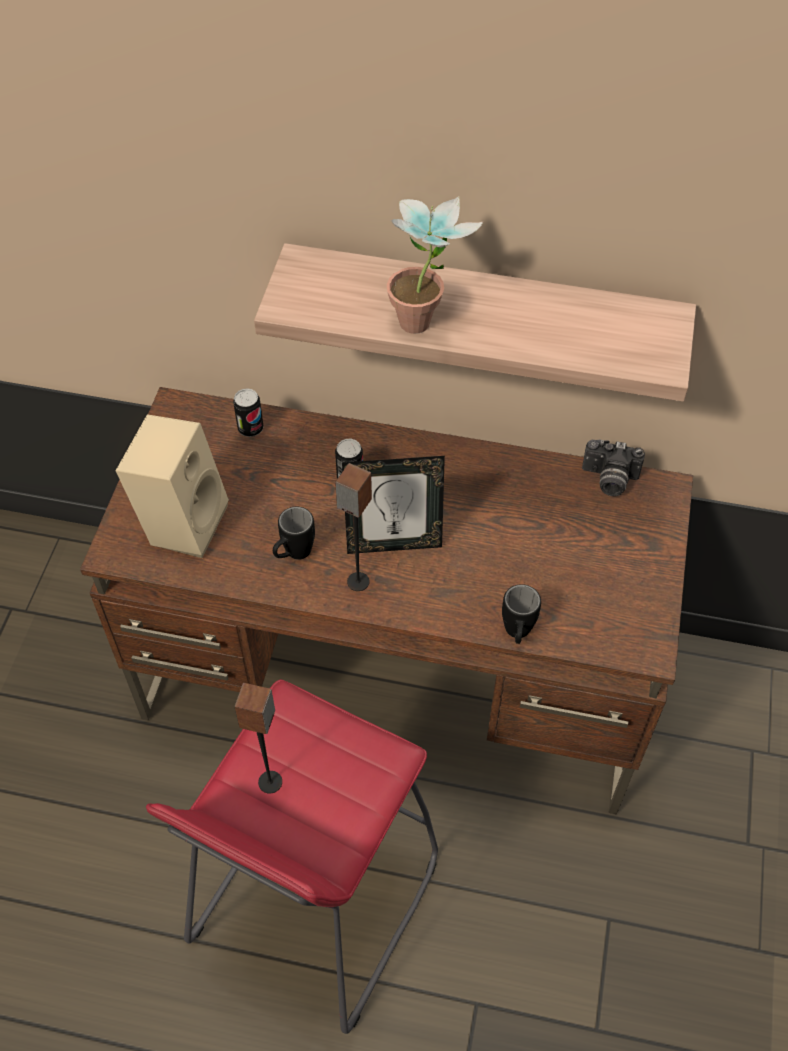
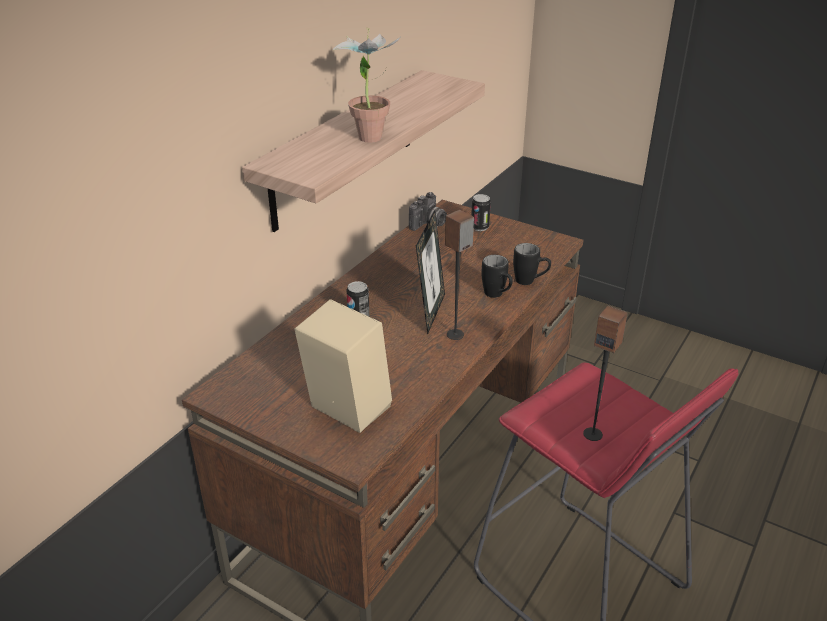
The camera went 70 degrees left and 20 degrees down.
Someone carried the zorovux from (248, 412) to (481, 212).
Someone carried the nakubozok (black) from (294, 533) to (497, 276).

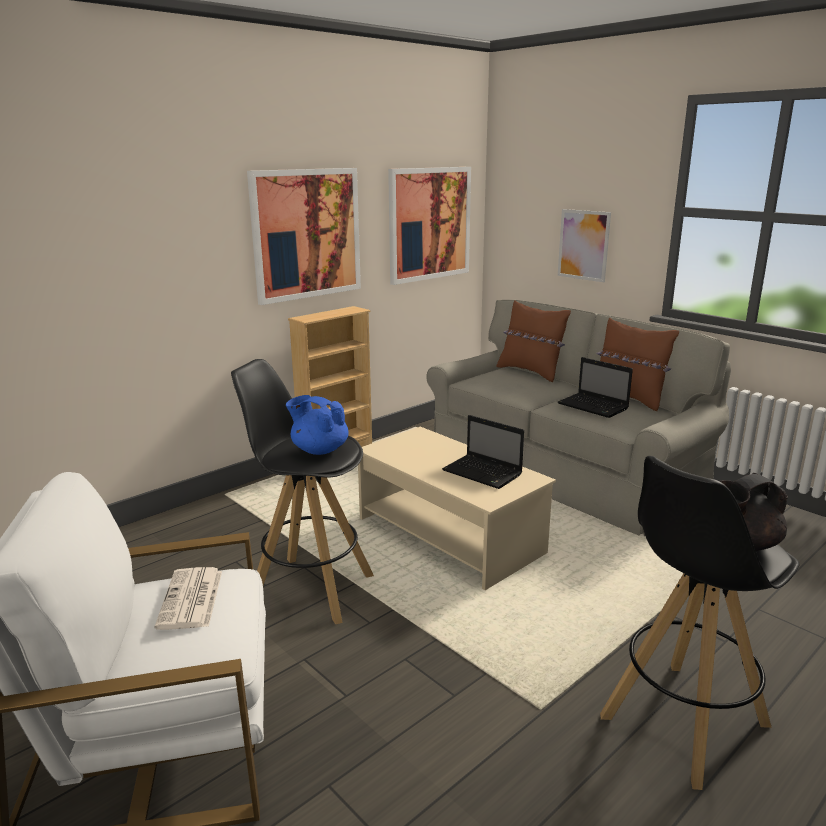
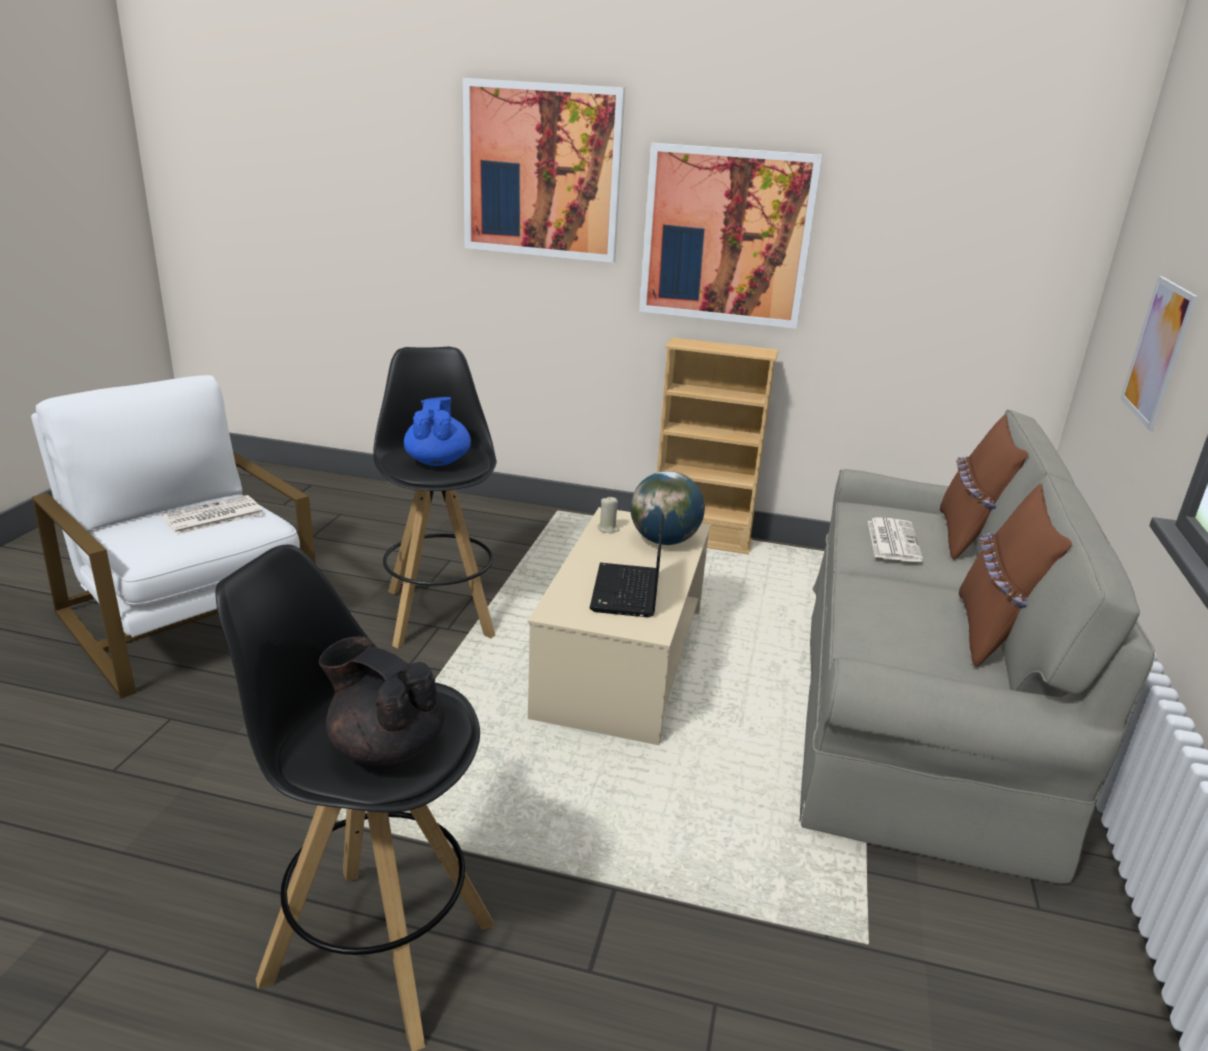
The camera went 55 degrees right and 5 degrees up.
Someone carried the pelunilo from (429, 226) to (544, 170).
Someone took away the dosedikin at (595, 387).
Someone put down the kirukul at (667, 508).
Someone put down the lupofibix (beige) at (608, 515).
Someone put down the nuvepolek at (895, 539).

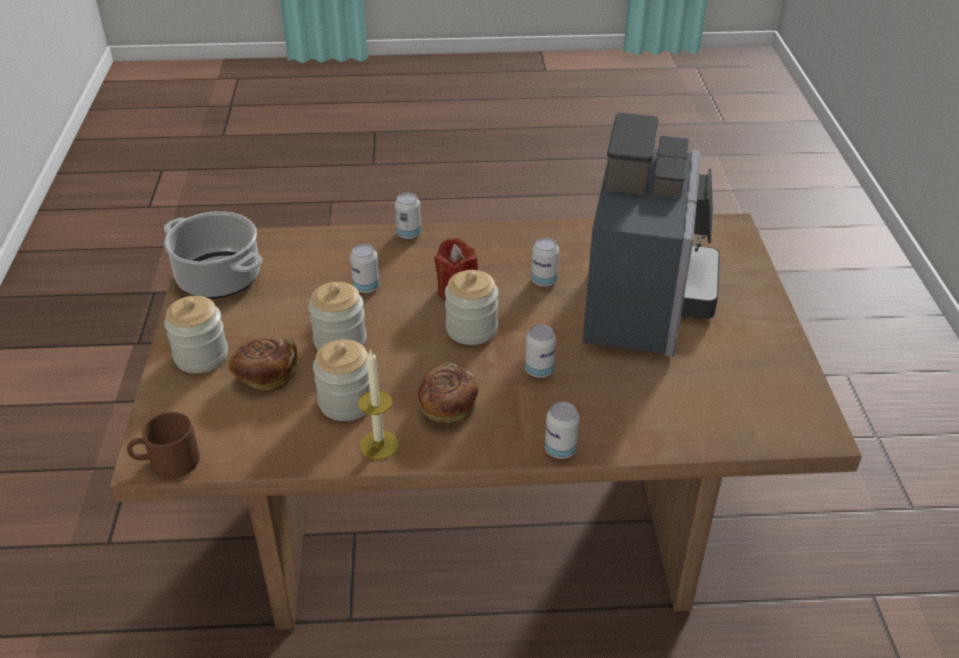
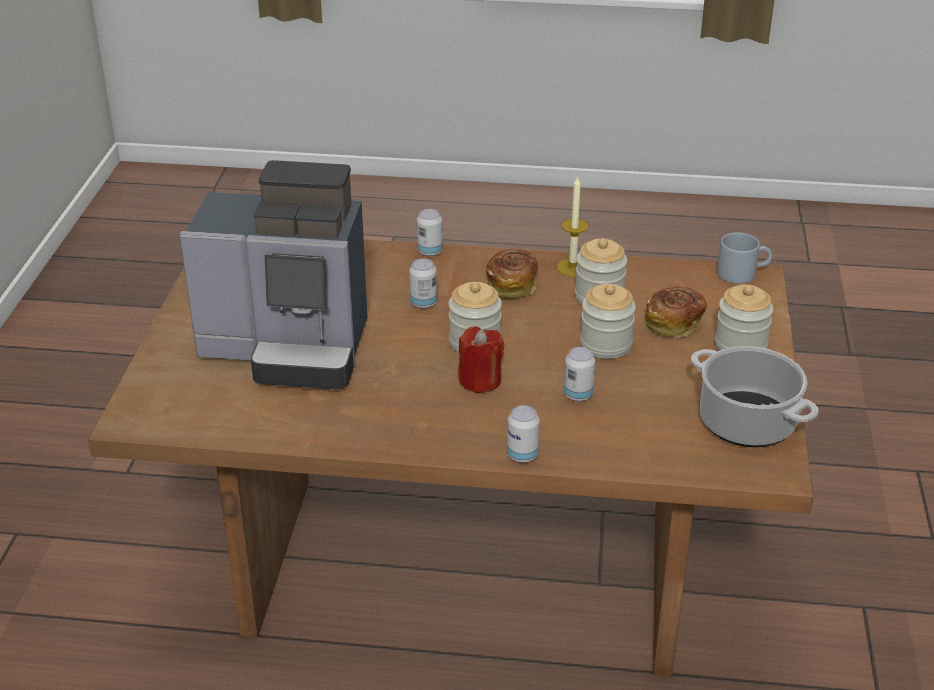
The camera went 170 degrees left and 5 degrees down.
Someone rotated the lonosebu at (651, 235) by 105 degrees counterclockwise.
Someone took away the zorovux at (545, 262).
Someone repainted the nakubozok (brown) at (163, 445), which became the nakubozok (grey) at (744, 258).

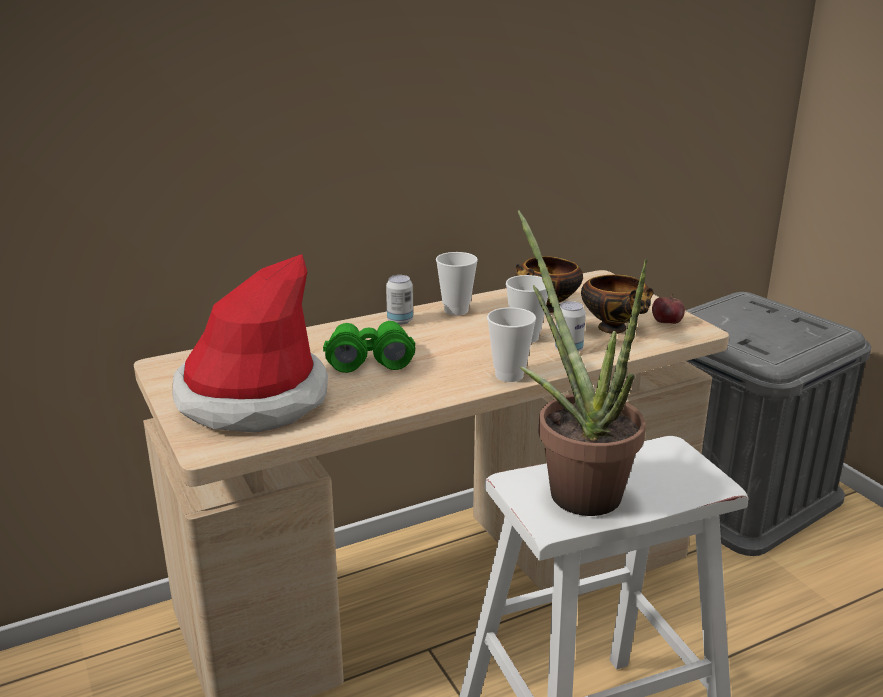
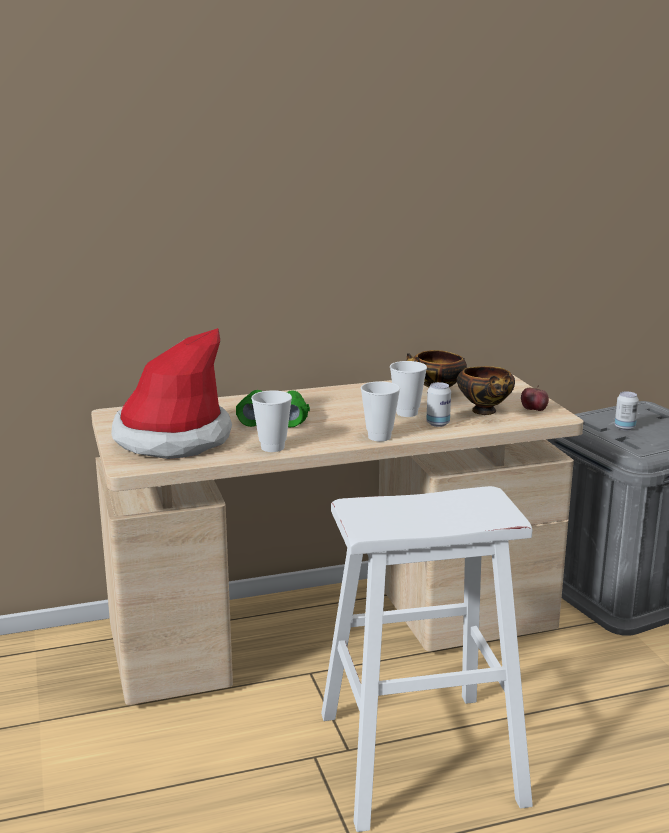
The camera went 10 degrees right and 5 degrees down.
Someone took away the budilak at (583, 363).
Someone carried the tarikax from (457, 284) to (271, 421).
Someone carried the zorovux from (399, 300) to (627, 410).

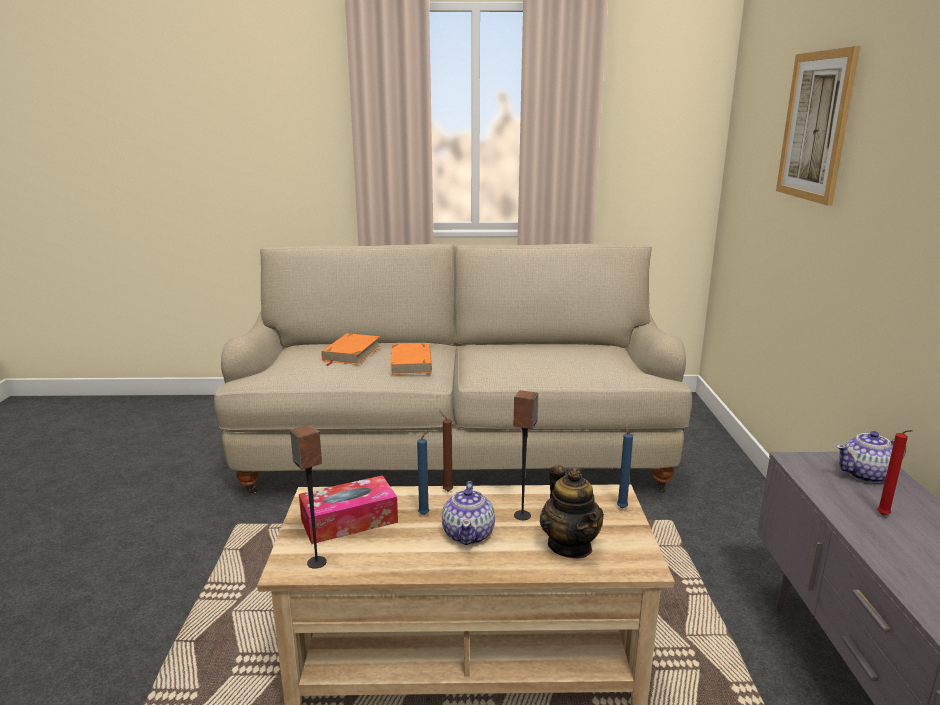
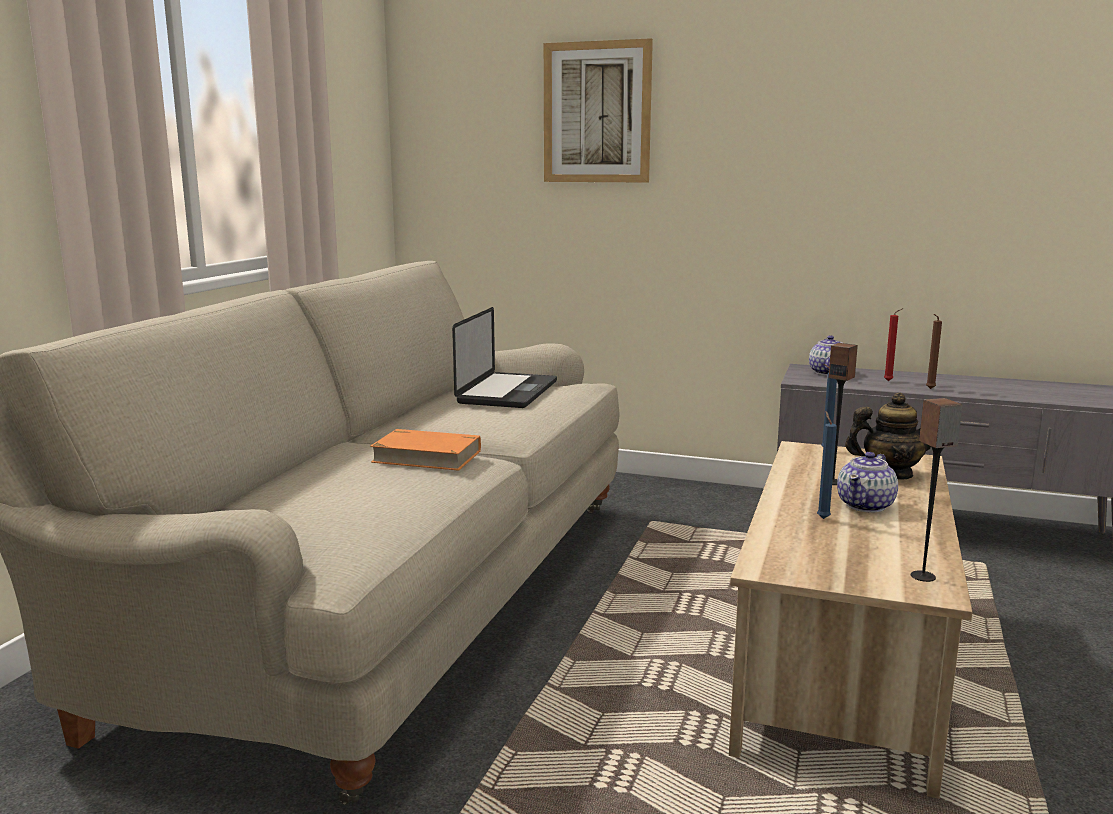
The camera went 70 degrees left and 5 degrees down.
Someone took away the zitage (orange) at (350, 349).
Someone carried the lupofibix (brown) from (446, 450) to (934, 351).
Someone took away the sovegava at (348, 509).
Someone rotated the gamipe at (468, 513) by 105 degrees clockwise.
Someone put down the dosedikin at (504, 357).

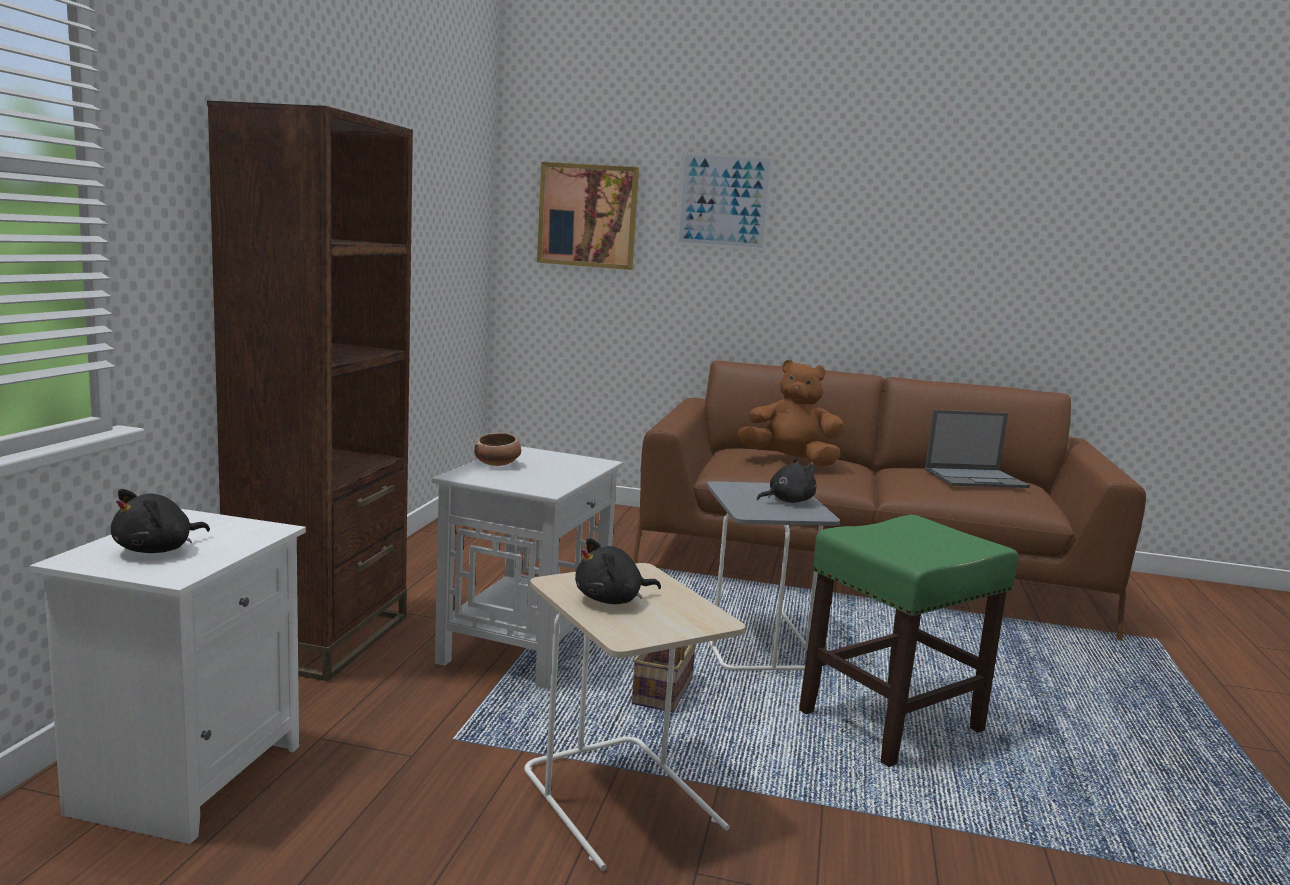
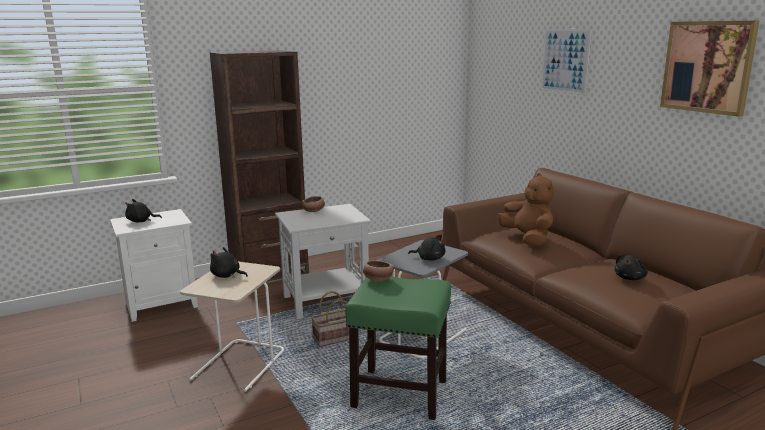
The camera went 50 degrees right and 5 degrees up.
Someone carried the pelunilo from (588, 216) to (710, 68).
Someone swapped the dosedikin at (977, 449) for the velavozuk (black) at (631, 267).
Someone put down the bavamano at (378, 270).

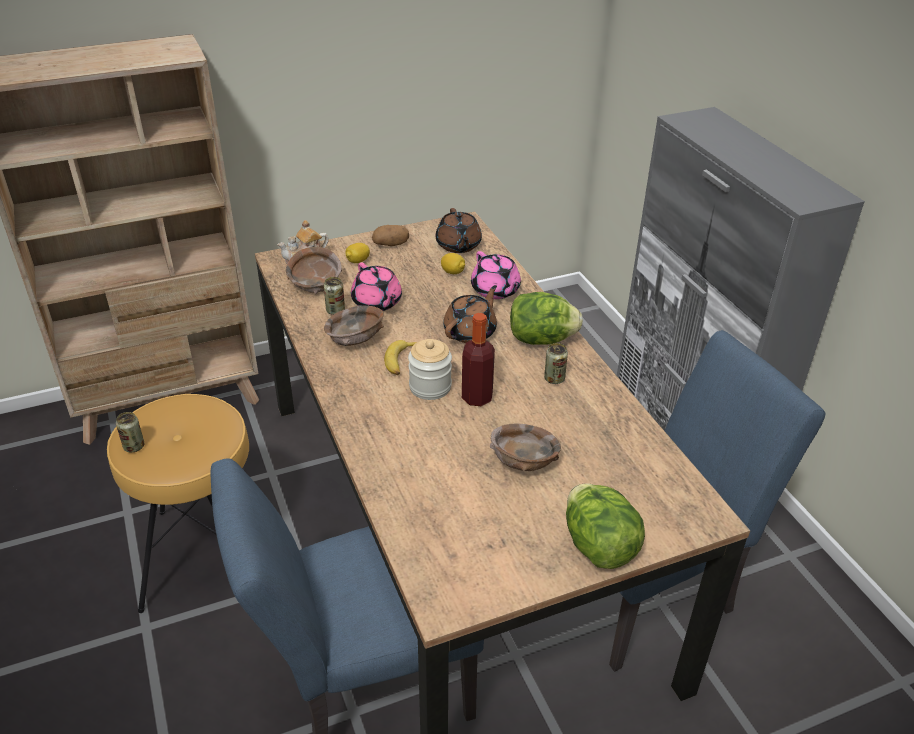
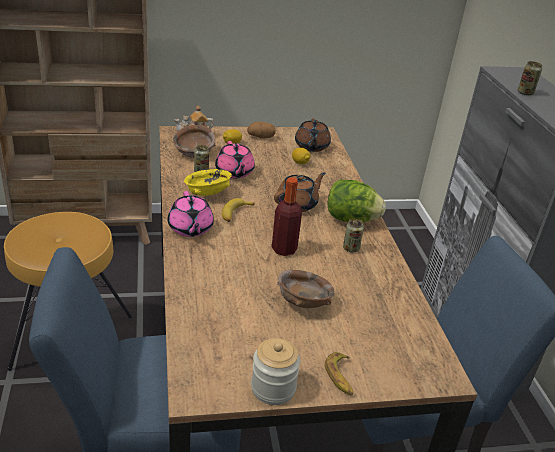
The camera went 10 degrees right and 5 degrees down.
Someone carried the gamipe (pink) from (496, 275) to (191, 214).
Someone repainted the bavamano (brown) at (354, 326), which became the bavamano (yellow) at (208, 182).
Someone carried the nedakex from (430, 369) to (275, 371).
Someone carried the zorovux from (130, 432) to (530, 78).
Someone swapped the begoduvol at (605, 526) for the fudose at (339, 374).

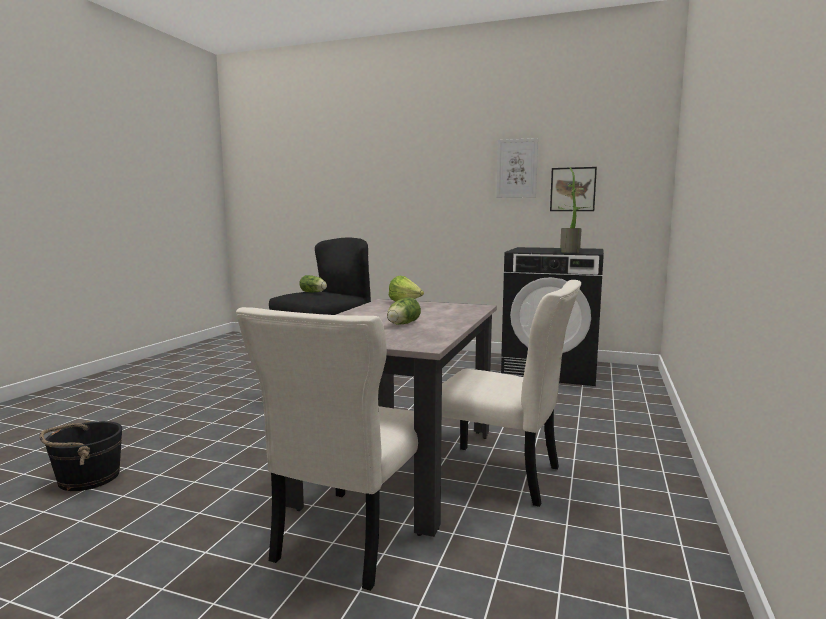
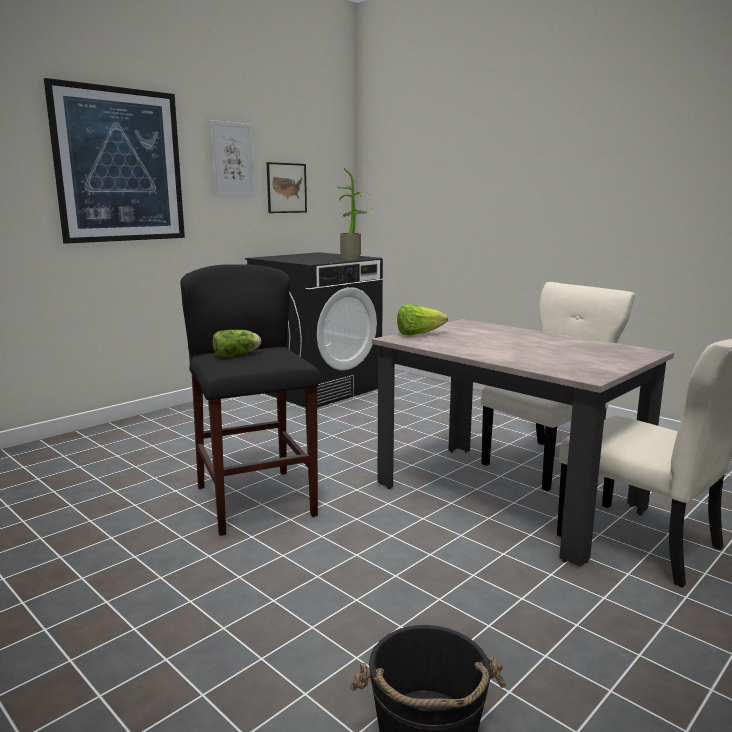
The camera went 65 degrees left and 5 degrees up.
Someone took away the begoduvol at (404, 311).
Someone put up the pelunilo at (114, 161).

